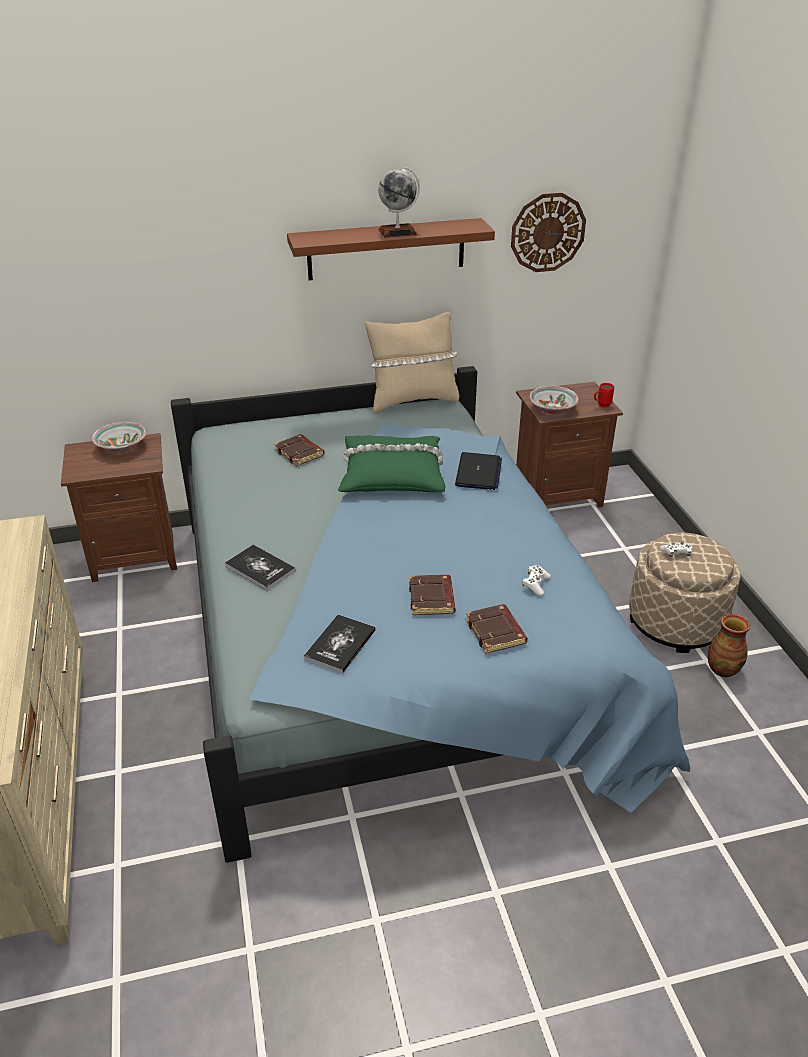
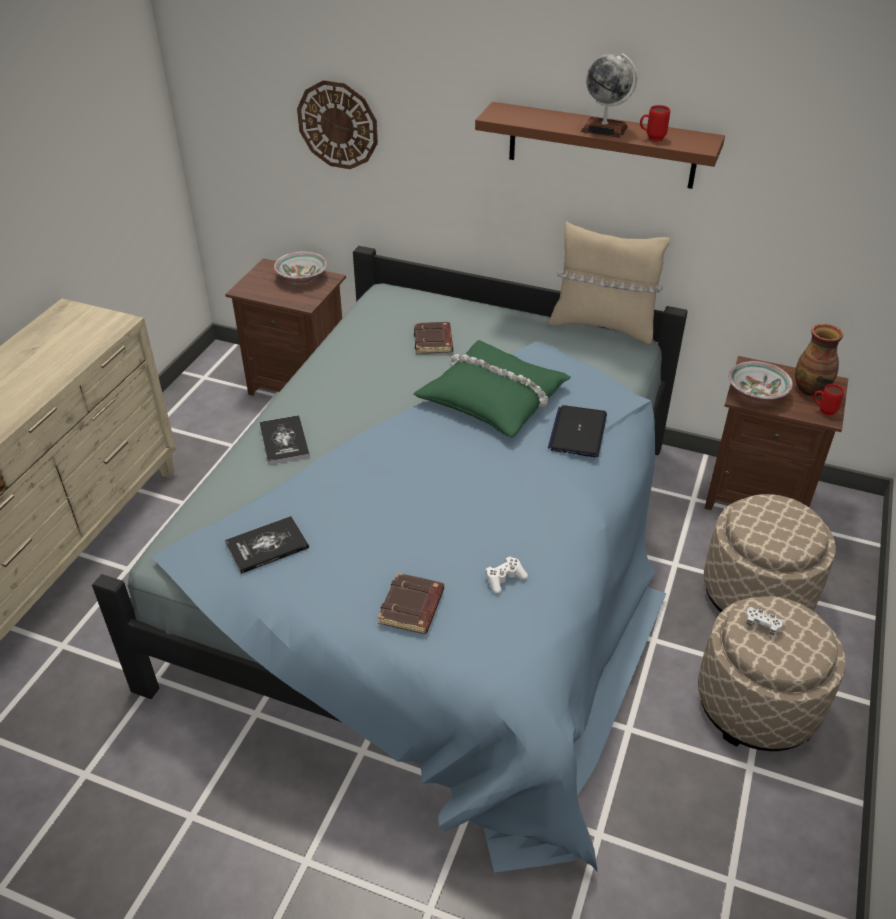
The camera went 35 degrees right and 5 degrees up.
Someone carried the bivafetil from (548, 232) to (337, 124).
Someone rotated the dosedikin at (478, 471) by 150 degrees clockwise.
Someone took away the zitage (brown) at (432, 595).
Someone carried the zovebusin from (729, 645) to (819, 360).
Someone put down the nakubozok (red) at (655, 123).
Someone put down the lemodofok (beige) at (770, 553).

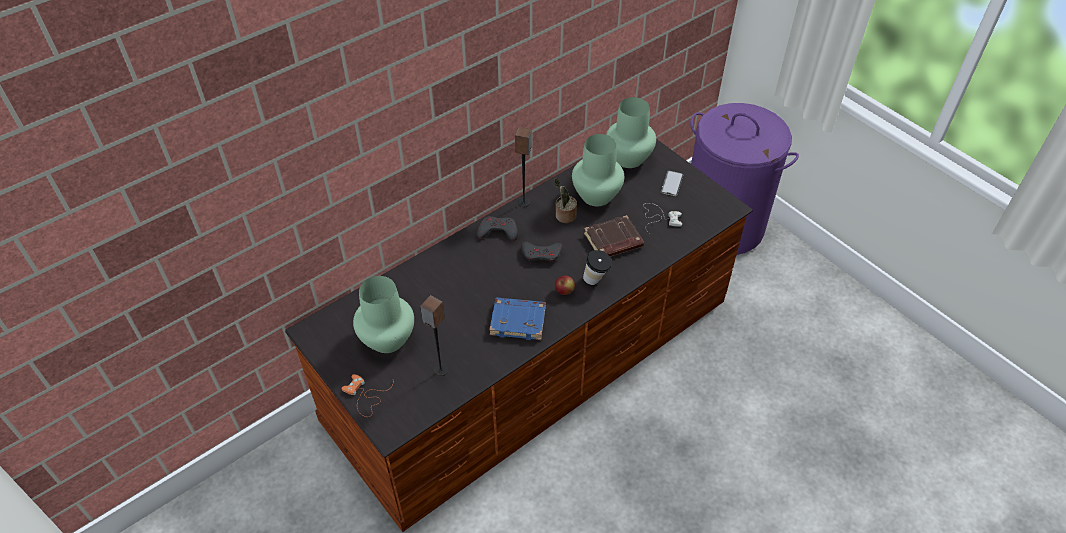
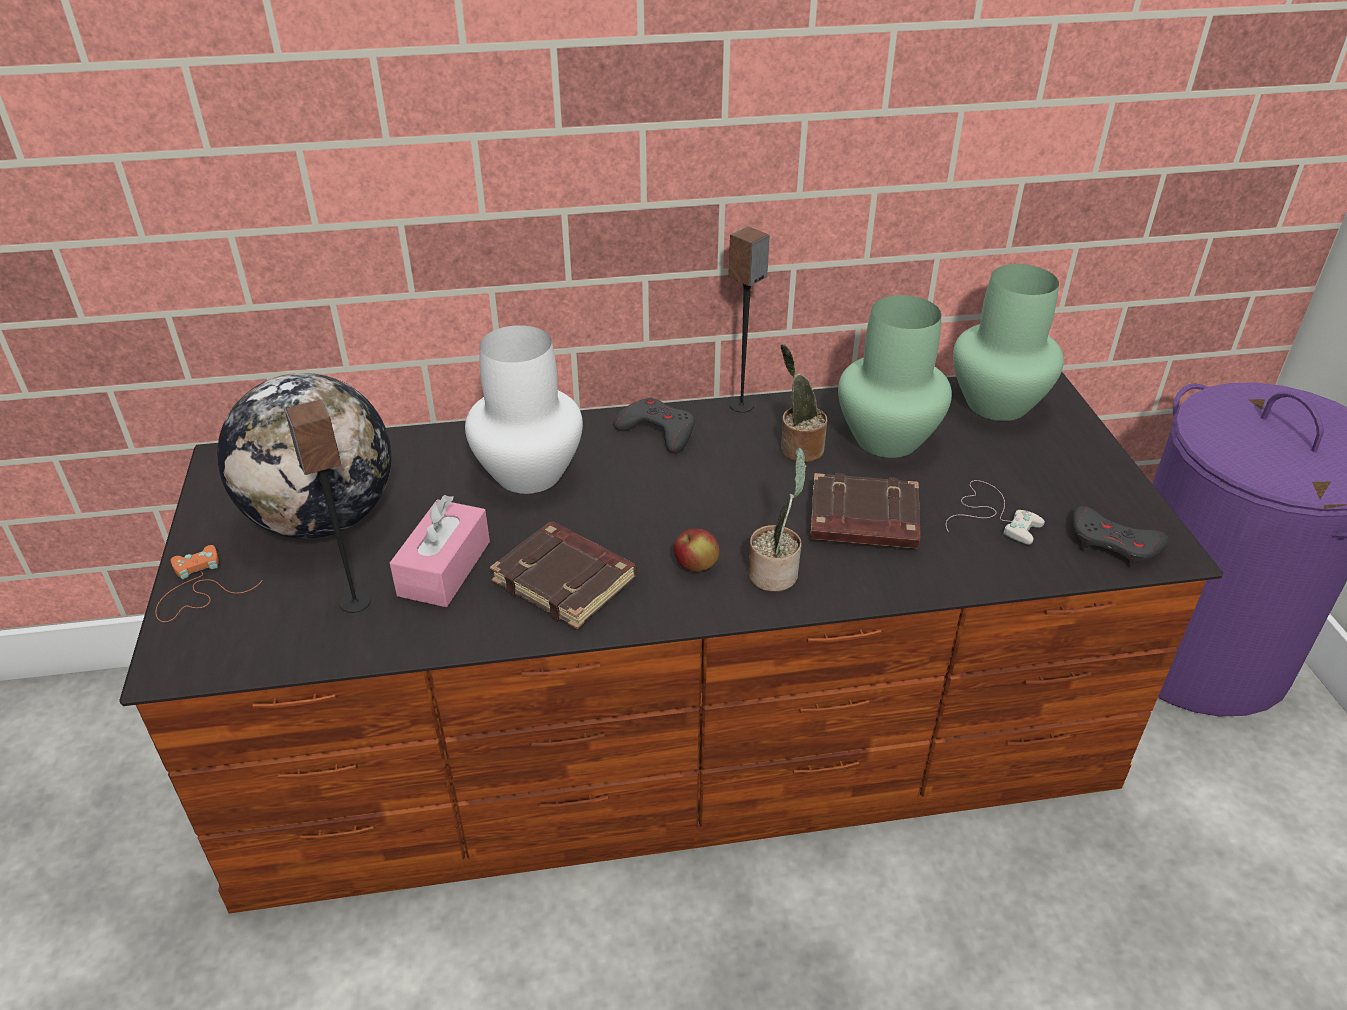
The camera went 30 degrees right and 10 degrees down.
Someone took away the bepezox at (672, 183).
Someone carried the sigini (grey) from (542, 253) to (1120, 537).
Someone swapped the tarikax at (597, 267) for the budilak at (777, 519).
Someone swapped the zovebusin (green) at (383, 314) for the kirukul at (304, 456).
Someone repainted the zitage (blue) at (517, 318), which became the zitage (brown) at (563, 575).
Someone put down the zovebusin (white) at (524, 409).
Someone put down the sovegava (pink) at (440, 551).

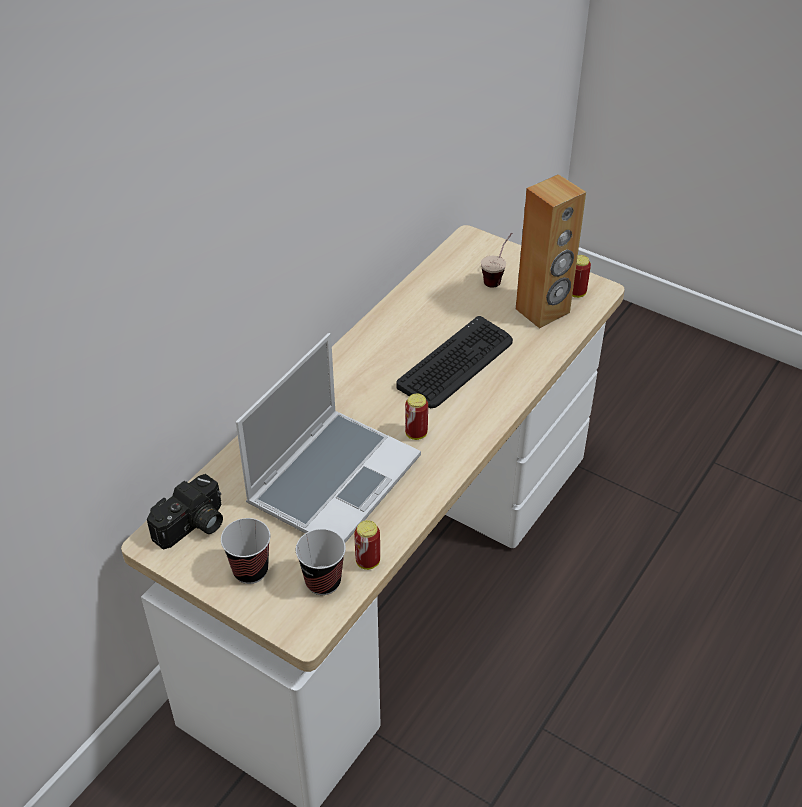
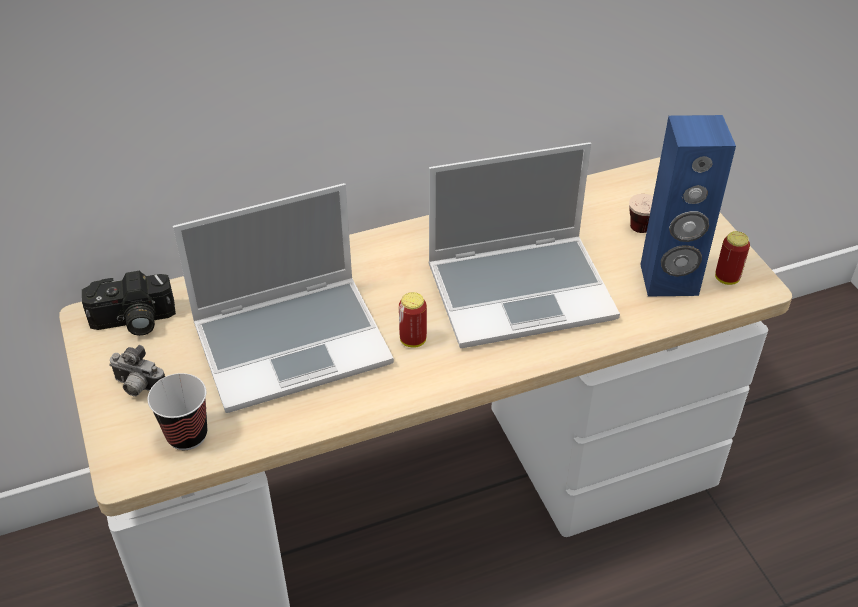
The camera went 35 degrees right and 0 degrees up.
Someone repainted the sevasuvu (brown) at (551, 251), which became the sevasuvu (blue) at (688, 206).
Someone swapped the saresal at (454, 362) for the dosedikin at (524, 245).
Someone swapped the tarikax at (245, 551) for the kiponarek at (137, 370).
Someone took away the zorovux at (367, 545).

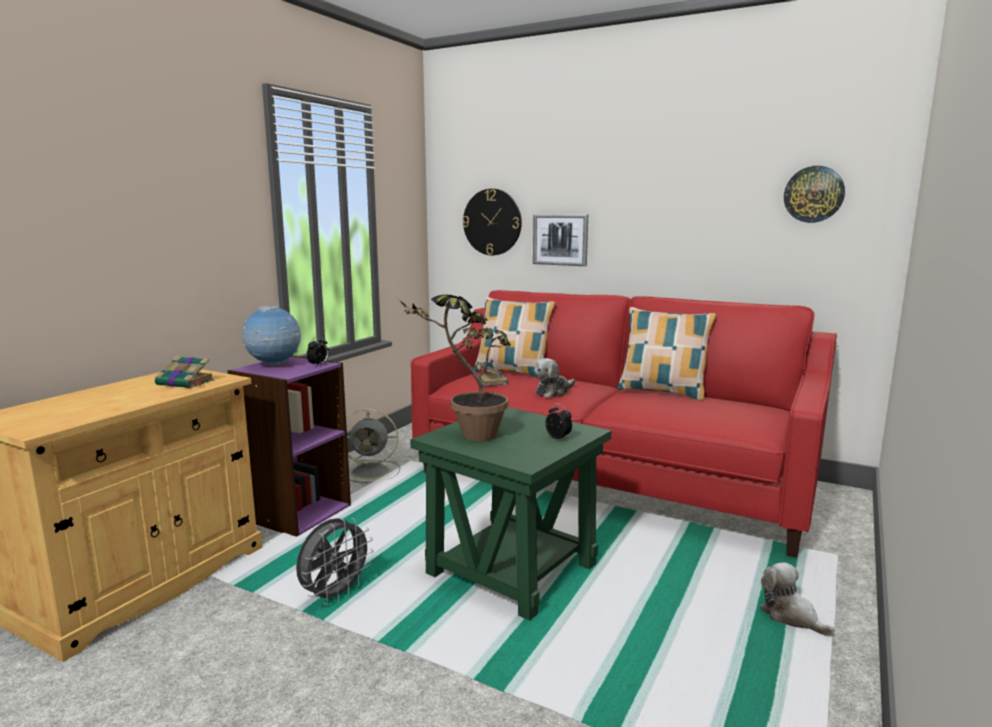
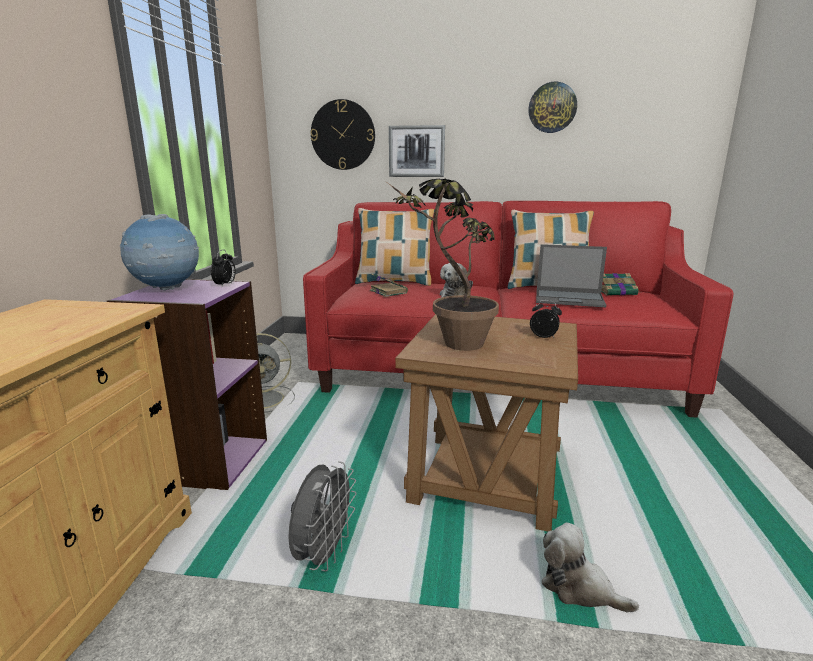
The camera went 20 degrees left and 5 degrees up.
Someone carried the bivafetil from (814, 194) to (552, 107).
Someone carried the zitage from (184, 372) to (620, 284).
Someone repainted the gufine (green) at (510, 514), which became the gufine (brown) at (486, 423).
Someone carried the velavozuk from (797, 599) to (590, 568).
Someone put down the dosedikin at (571, 275).

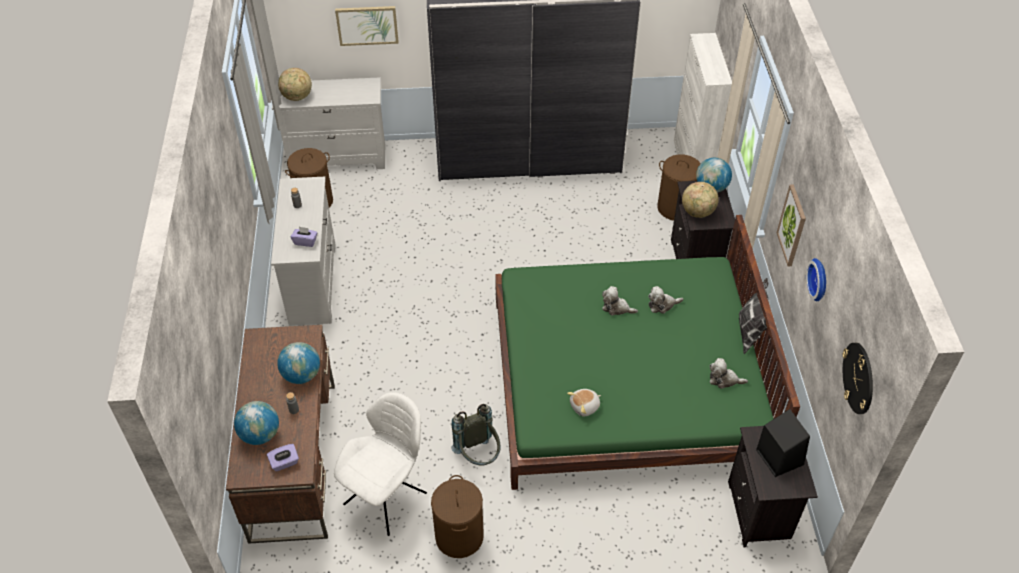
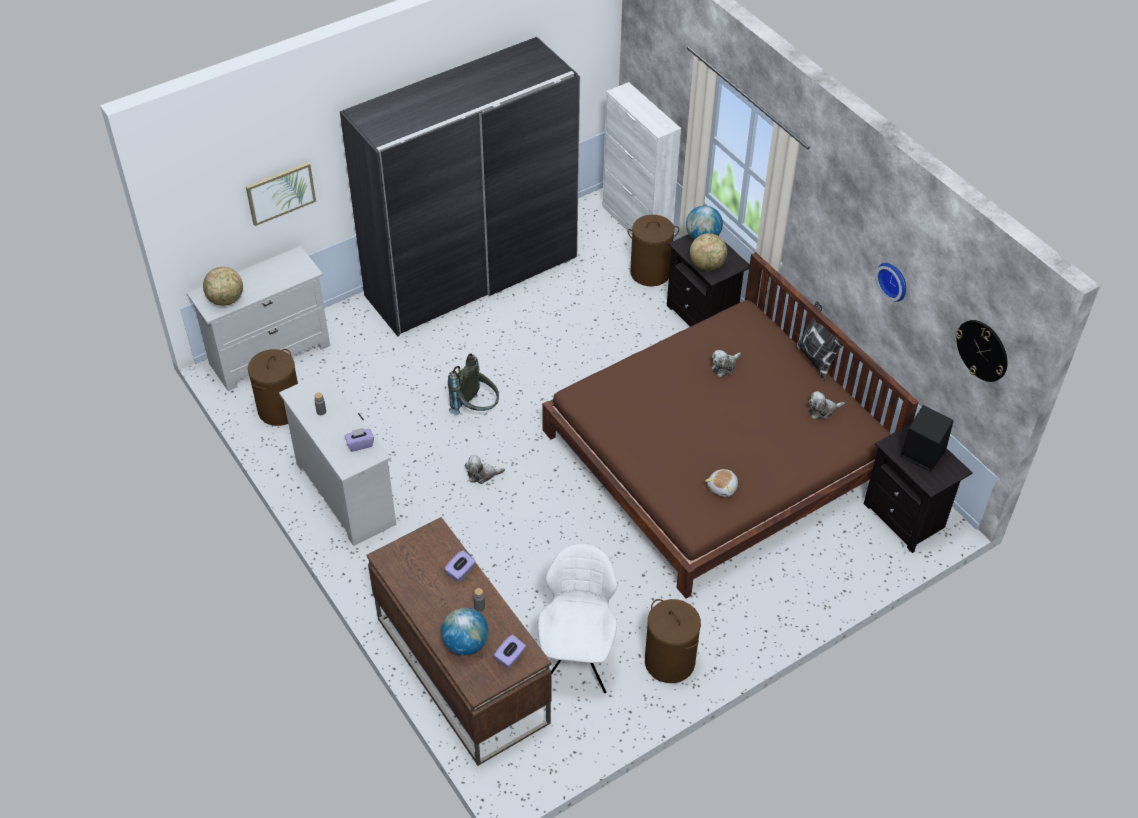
The camera went 30 degrees left and 0 degrees up.
Someone took away the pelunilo at (791, 225).
Someone repainted the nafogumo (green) at (647, 352), which became the nafogumo (brown) at (730, 425).
Someone carried the velavozuk from (620, 300) to (485, 469).
Someone swapped the kirukul at (298, 363) for the sovegava (purple) at (460, 566).
Someone carried the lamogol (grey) from (475, 435) to (473, 383).

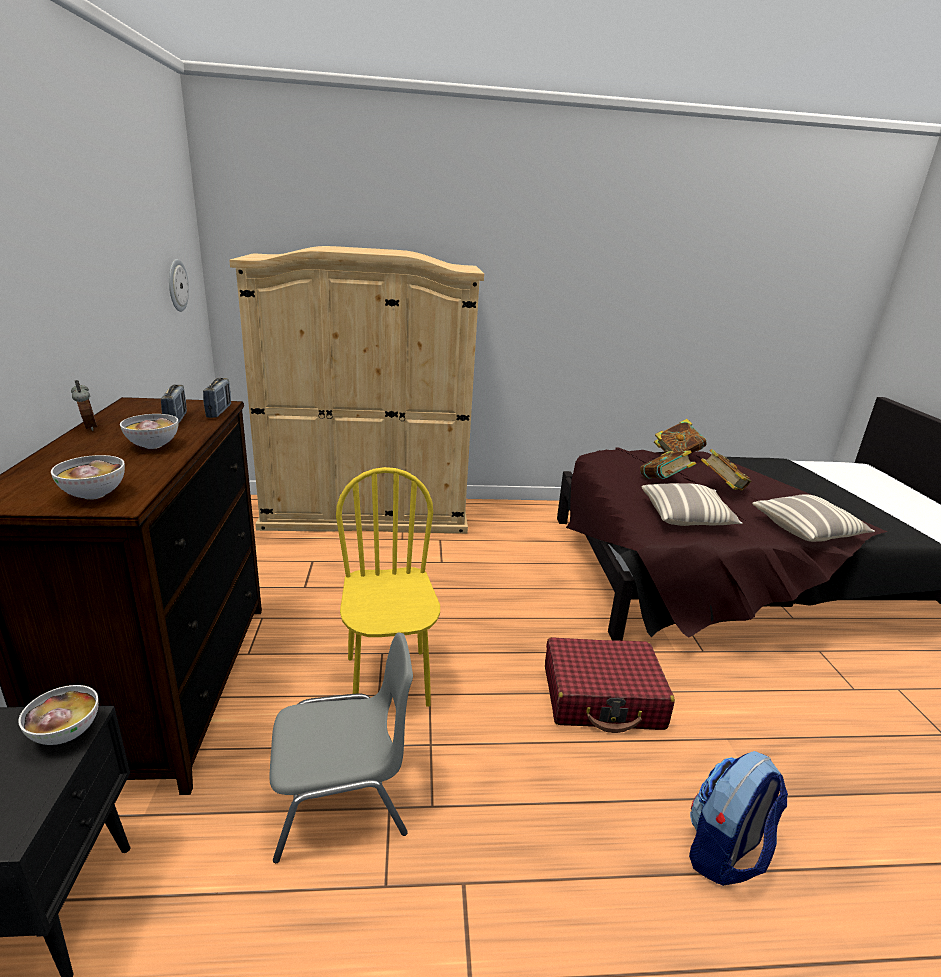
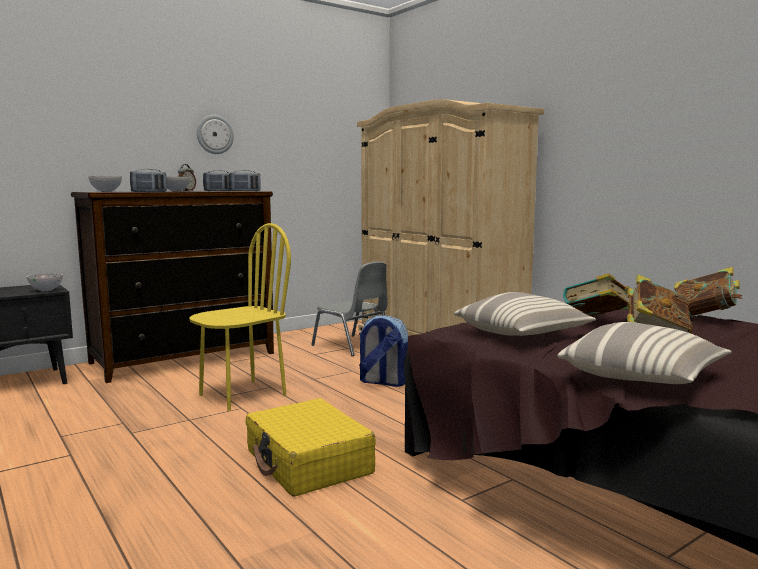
The camera went 60 degrees right and 15 degrees down.
Someone carried the bivafetil from (179, 285) to (215, 134).
Someone carried the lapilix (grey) from (341, 747) to (349, 308).
Someone repainted the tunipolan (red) at (610, 685), which became the tunipolan (yellow) at (311, 447).
Someone carried the lamogol from (738, 818) to (383, 351).
Someone put down the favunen at (148, 180).

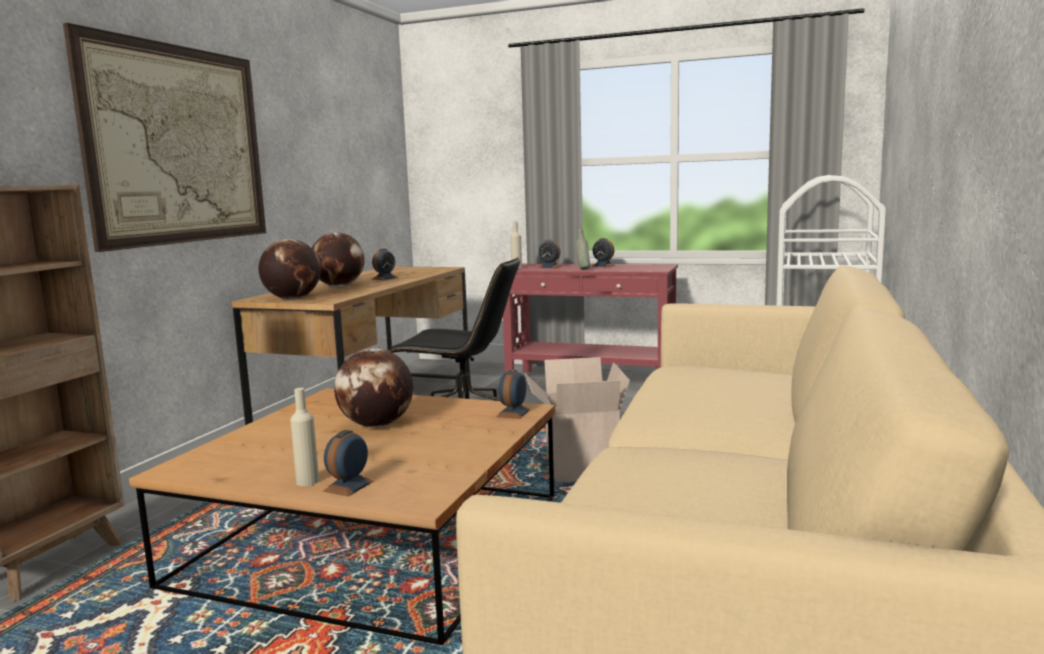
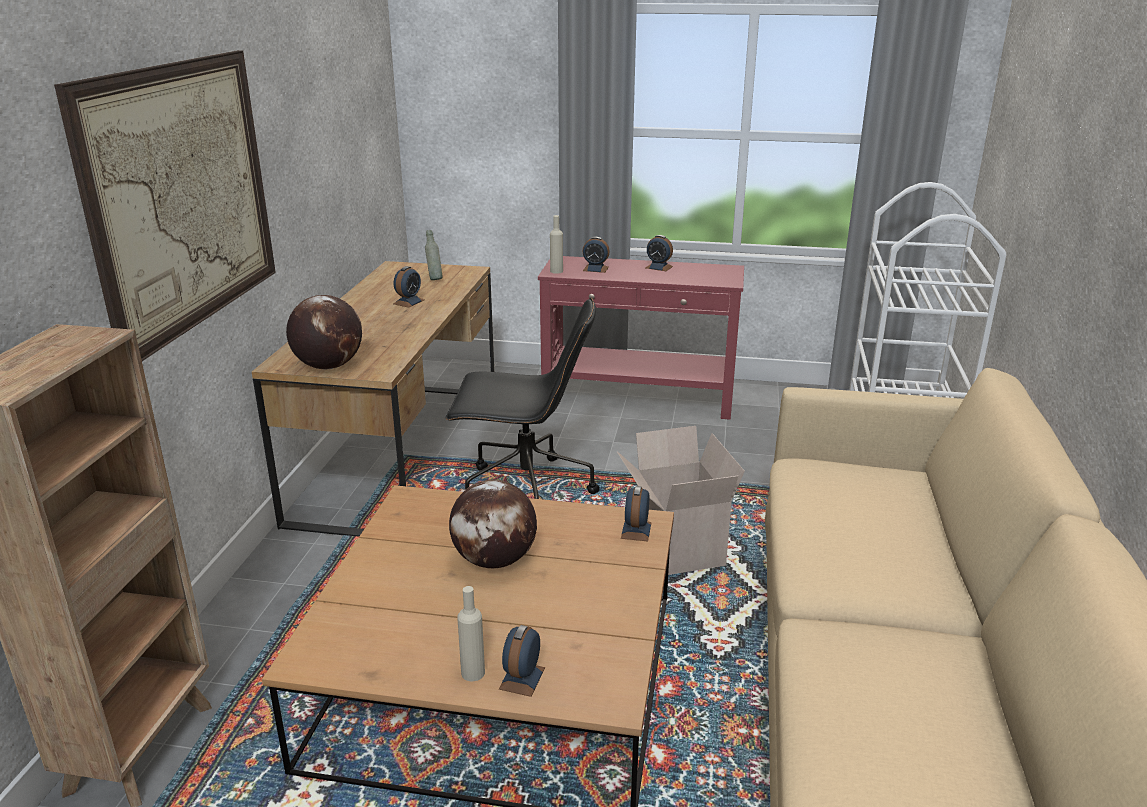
The camera went 10 degrees left and 15 degrees up.
Someone carried the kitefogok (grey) from (583, 249) to (434, 255).
Someone took away the kirukul at (338, 259).

